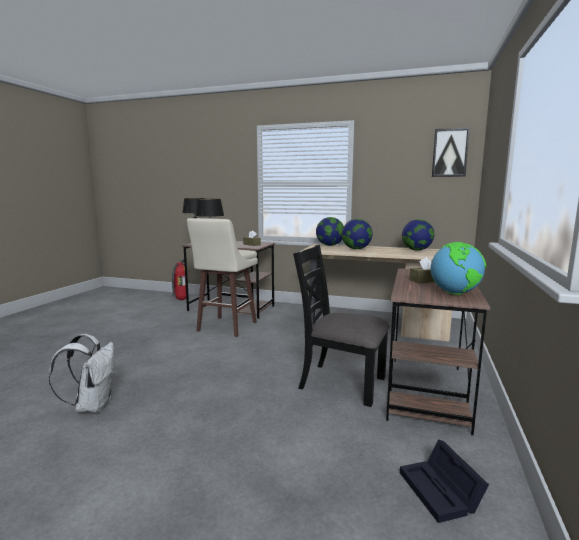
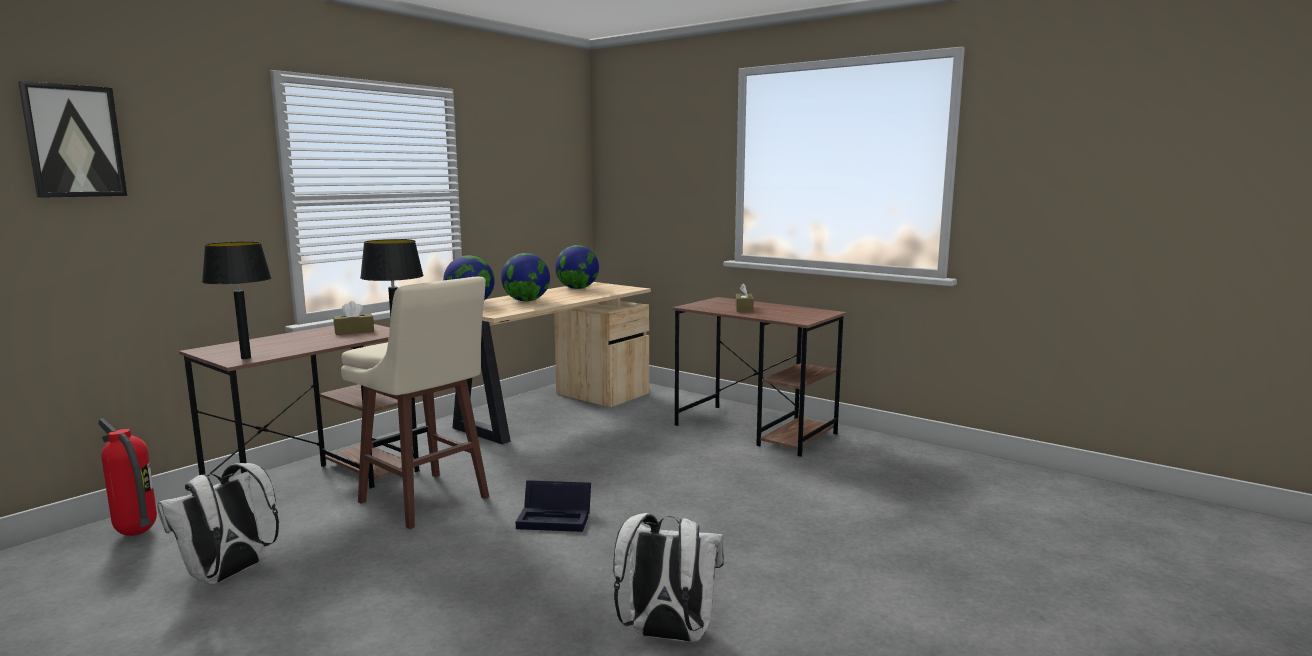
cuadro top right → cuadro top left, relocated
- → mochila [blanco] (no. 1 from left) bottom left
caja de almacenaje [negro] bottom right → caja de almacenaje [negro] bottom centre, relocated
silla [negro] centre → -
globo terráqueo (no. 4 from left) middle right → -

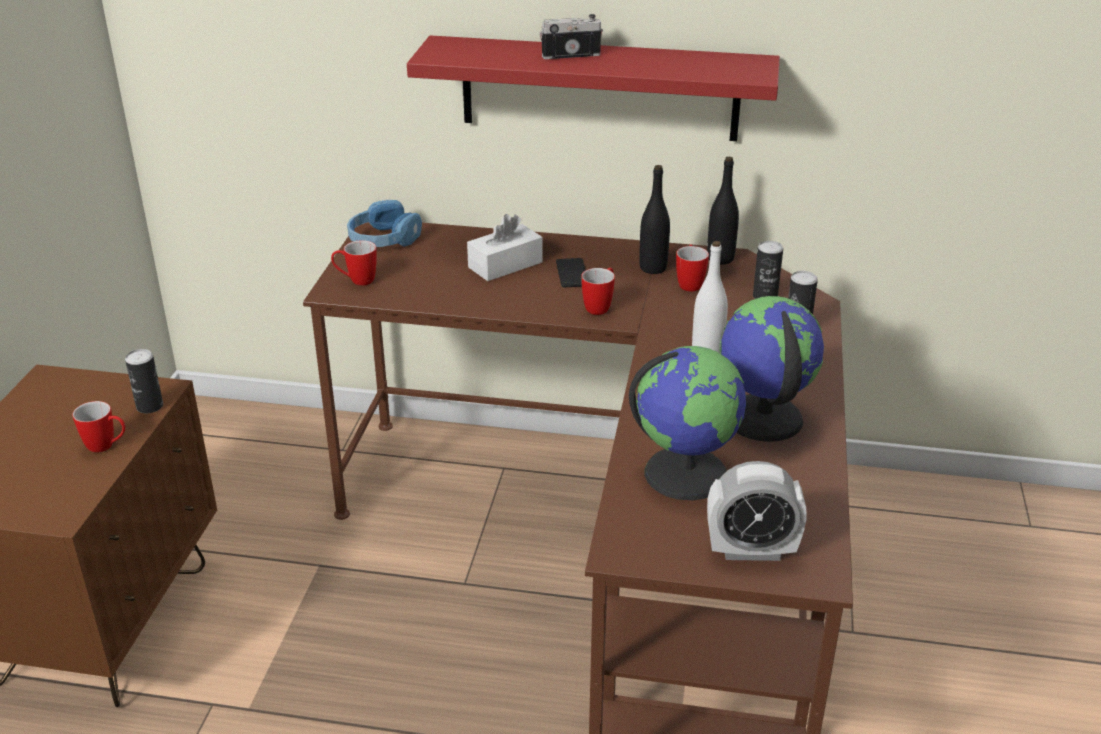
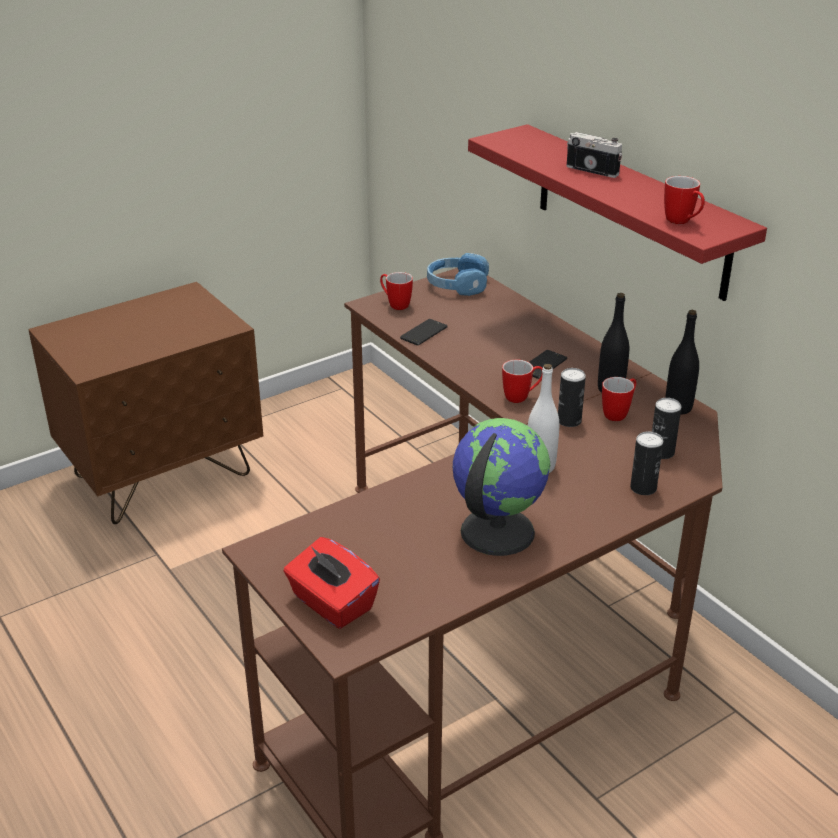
despertador bottom right → caja de pañuelos [rojo] bottom centre
- → móvil (no. 1 from left) centre
lata (no. 1 from left) middle left → lata (no. 1 from left) middle right, relocated
taza grande (no. 1 from left in the first image) middle left → taza grande (no. 4 from left) top right, relocated
caja de pañuelos [blanco] centre → -
globo terráqueo (no. 1 from left) centre → -

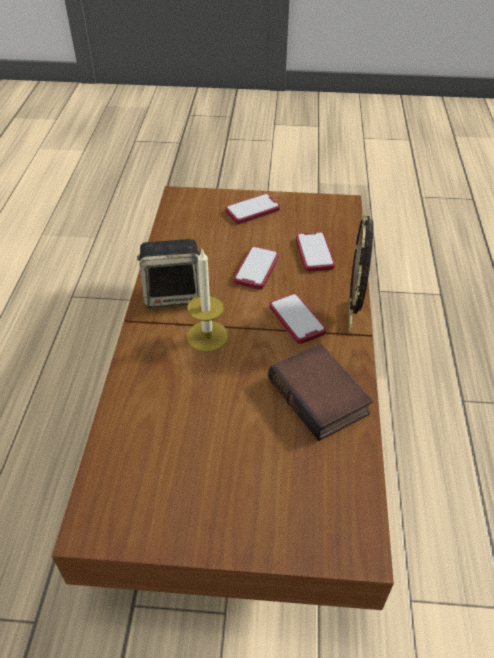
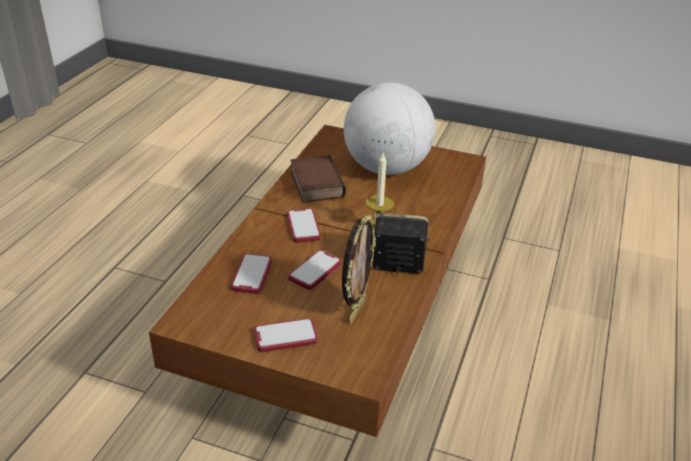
portarretratos middle right → portarretratos centre, relocated
- → globo terráqueo top centre

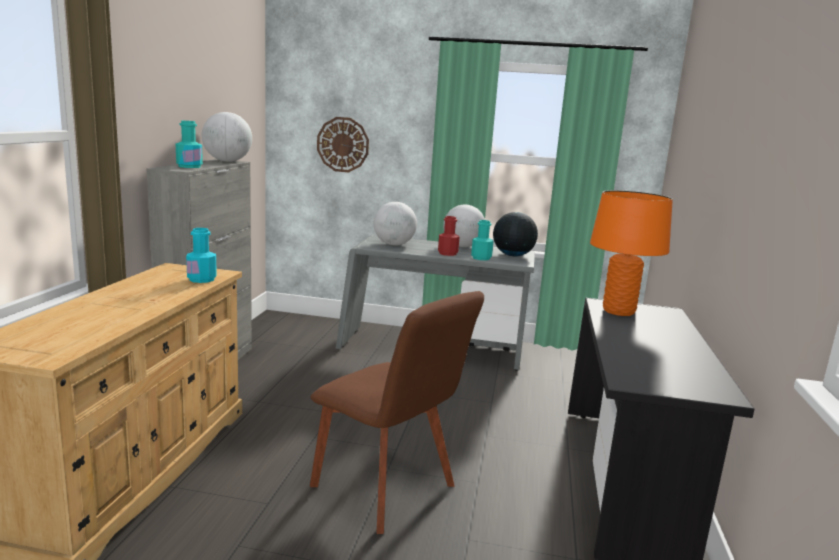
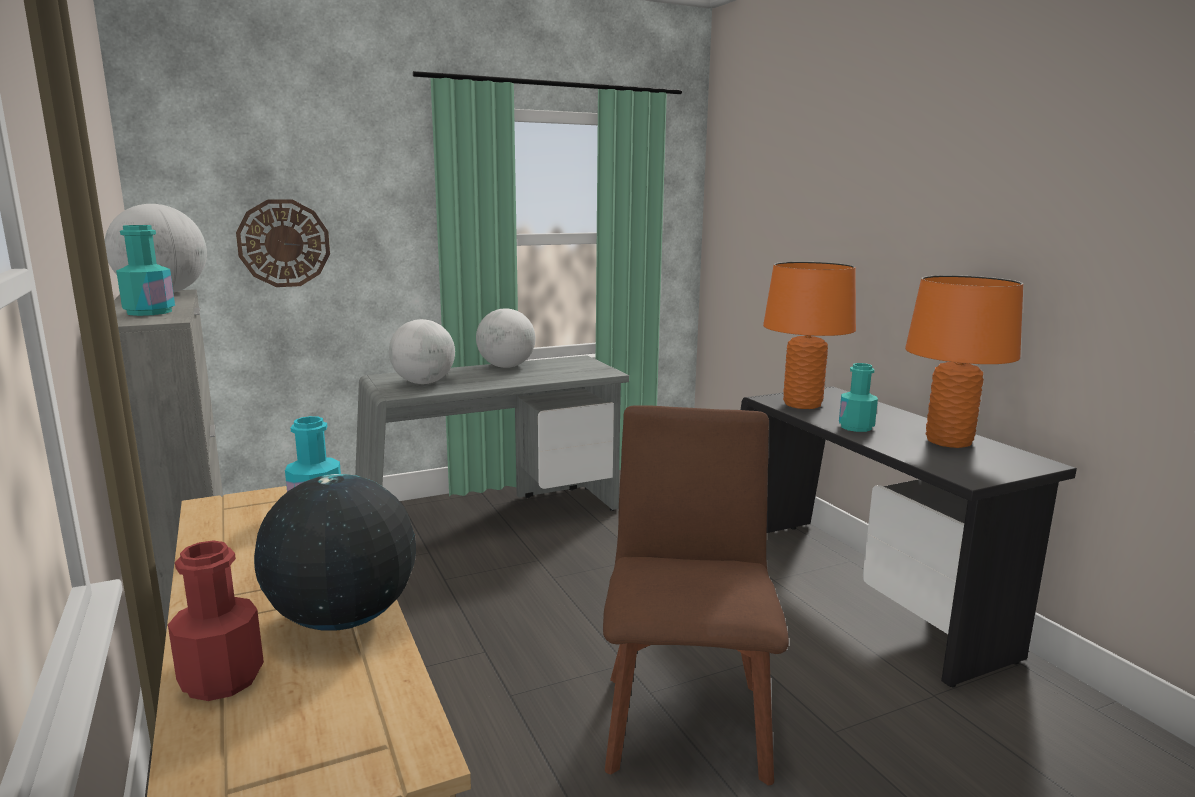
botella [rojo] centre → botella [rojo] bottom left, relocated
globo terráqueo (no. 4 from left in the first image) centre → globo terráqueo (no. 2 from left) bottom left, relocated
silla [marrón] bottom centre, 90 degrees counterclockwise
botella [turquesa] (no. 3 from left) centre → botella [turquesa] (no. 3 from left) middle right, relocated
- → lámpara de mesa [naranja] (no. 2 from left) middle right

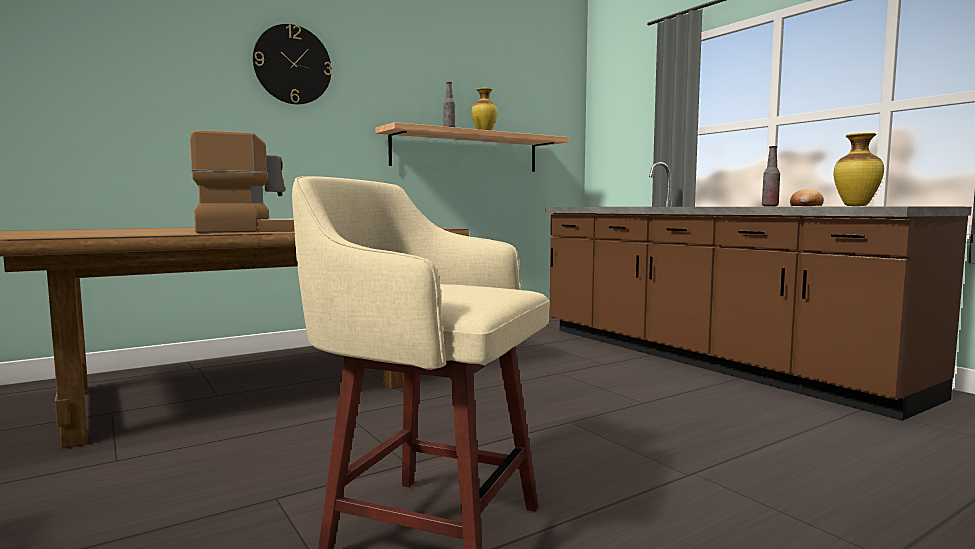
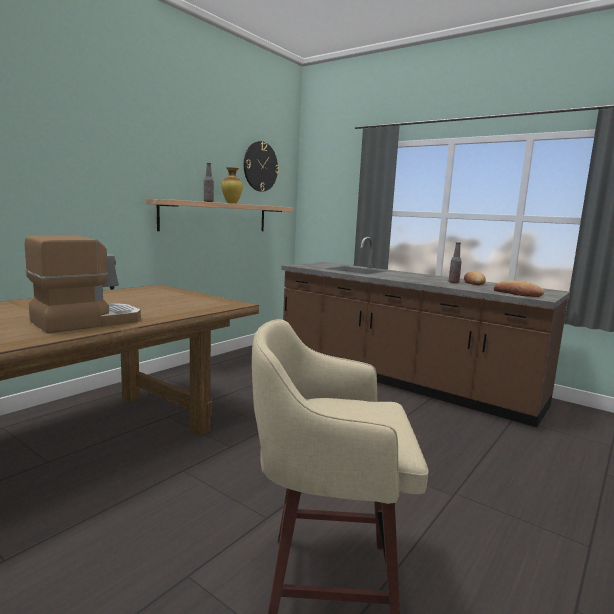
reloj de pared top left → reloj de pared top centre, relocated
florero (no. 2 from left) top right → pan (no. 2 from left) middle right

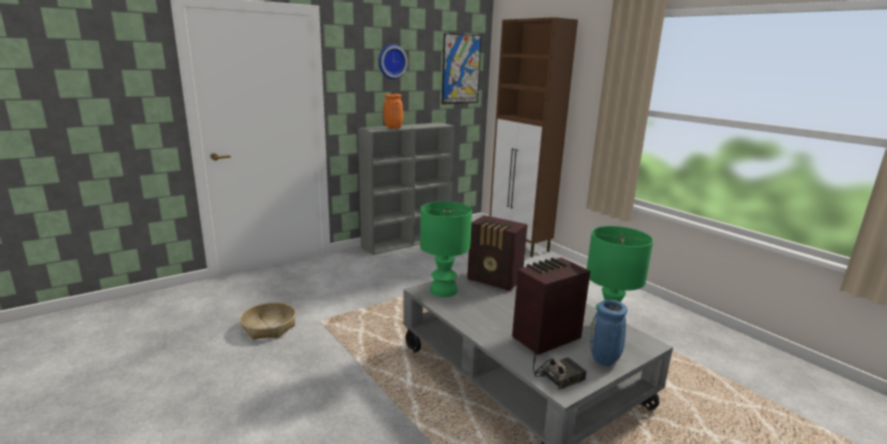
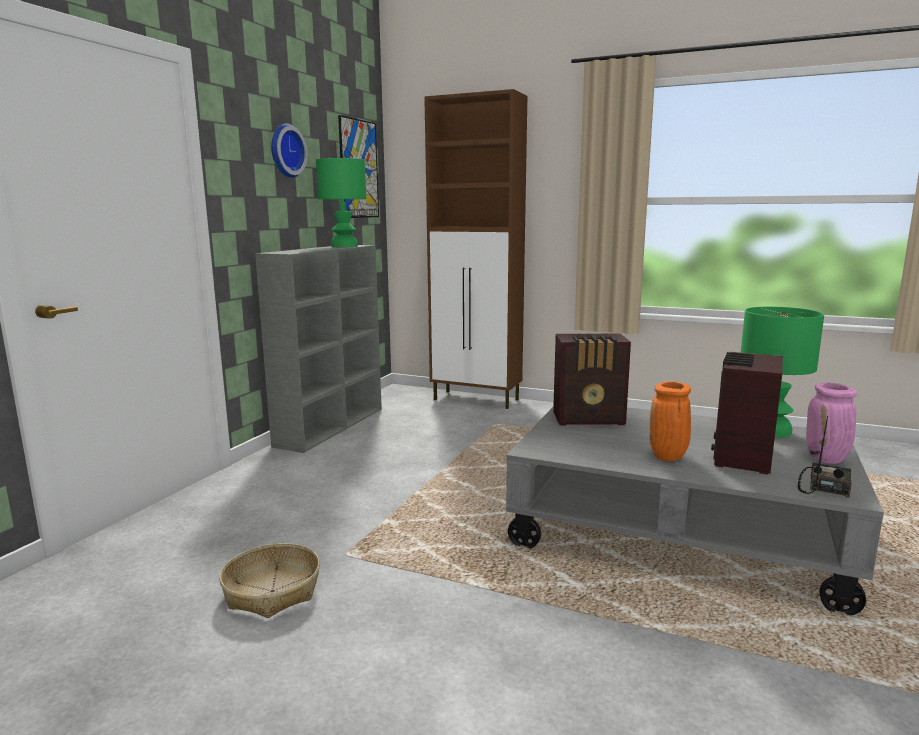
lámpara de mesa [verde] (no. 1 from left) centre → lámpara de mesa [verde] (no. 1 from left) top centre, relocated
florero [naranja] top centre → florero [naranja] middle right, relocated
florero [azul] bottom right → florero [rosa] middle right

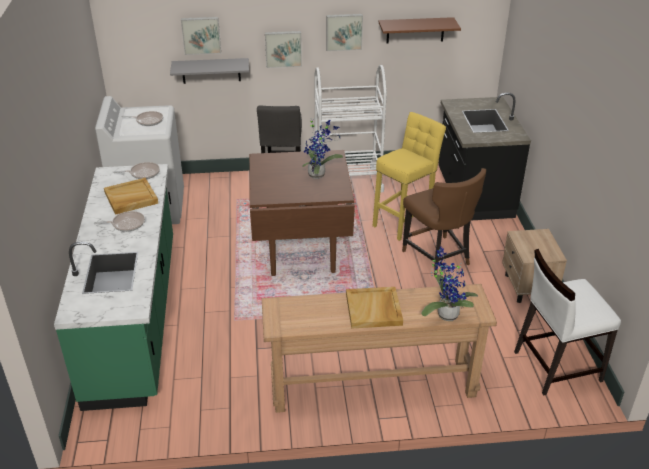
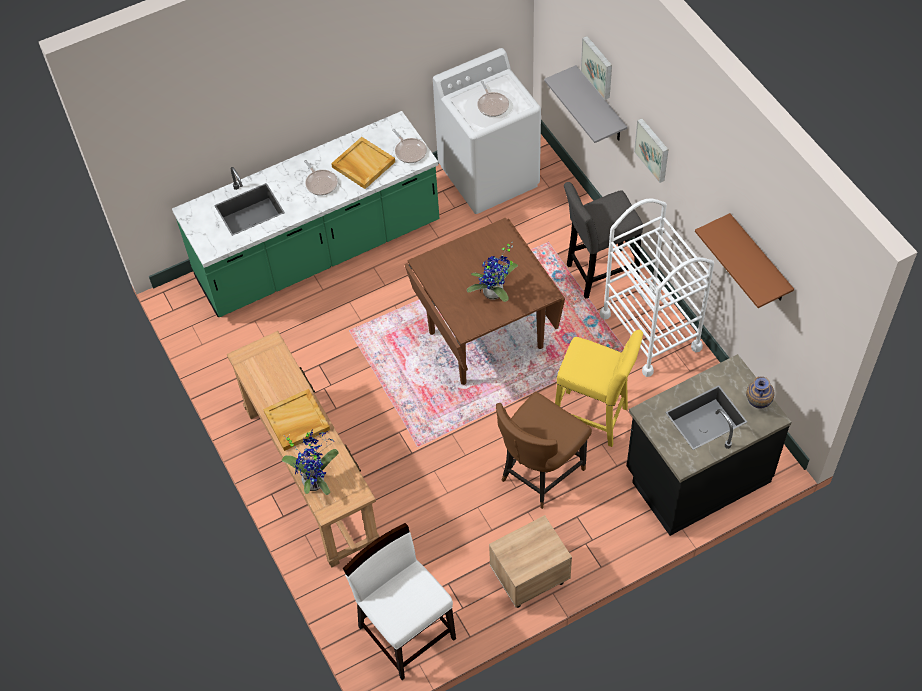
- → florero middle right
cuadro (no. 3 from left) top centre → -

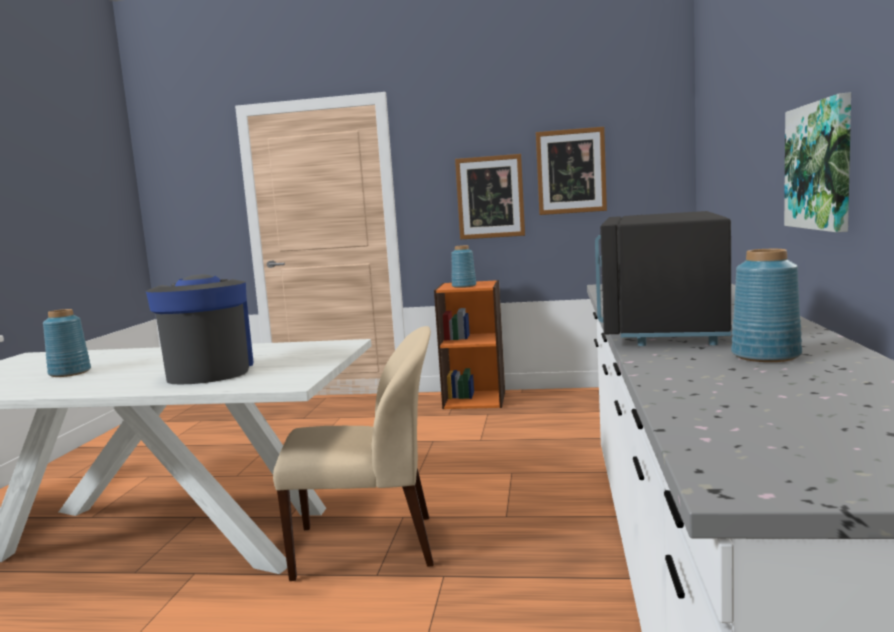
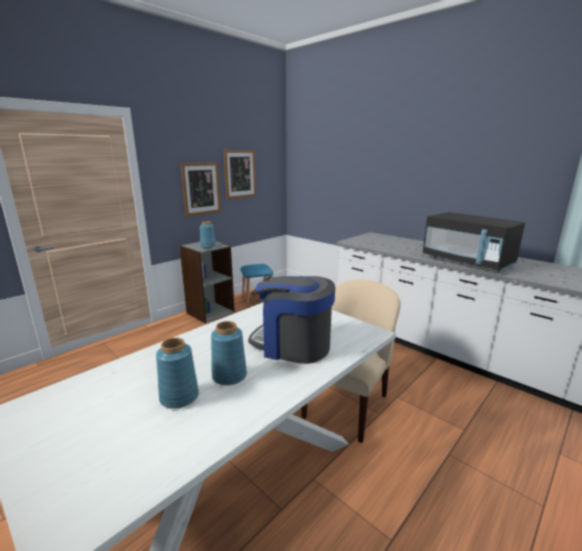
estantería [naranja] centre → estantería [gris] centre
florero [azul] (no. 3 from left) middle right → florero [azul] (no. 3 from left) centre, relocated
- → taburete [azul] centre
cuadro (no. 3 from left) top right → -

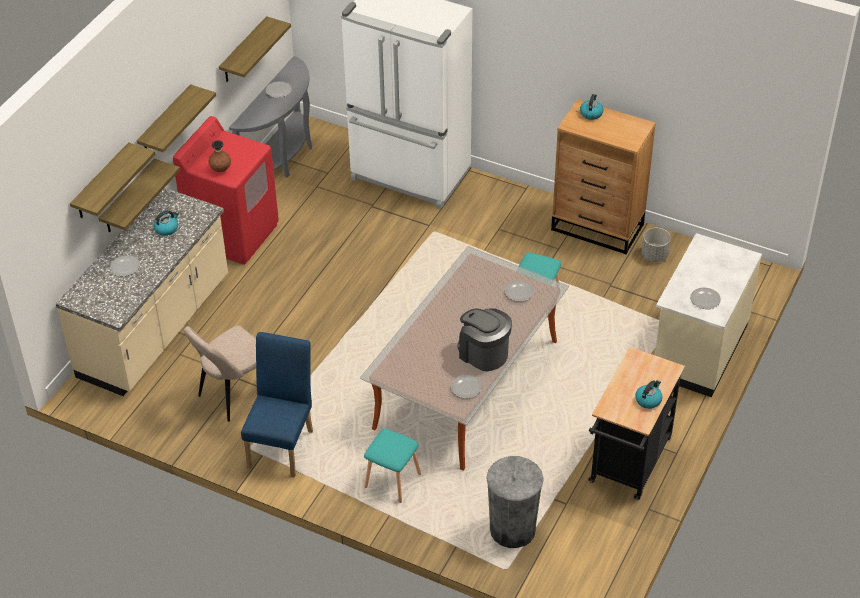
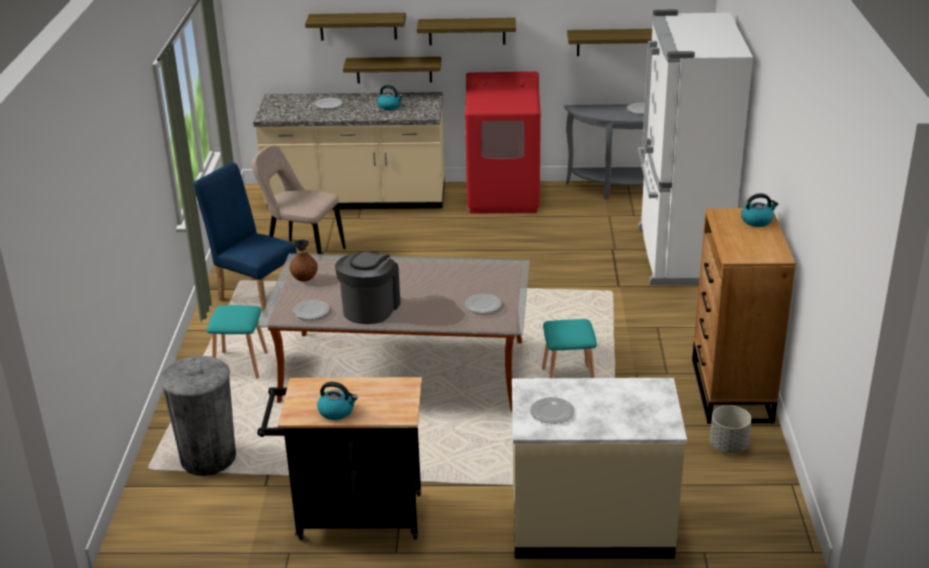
silla [azul] bottom left → silla [azul] middle left, 135 degrees counterclockwise
florero [marrón] top left → florero [marrón] middle left, relocated

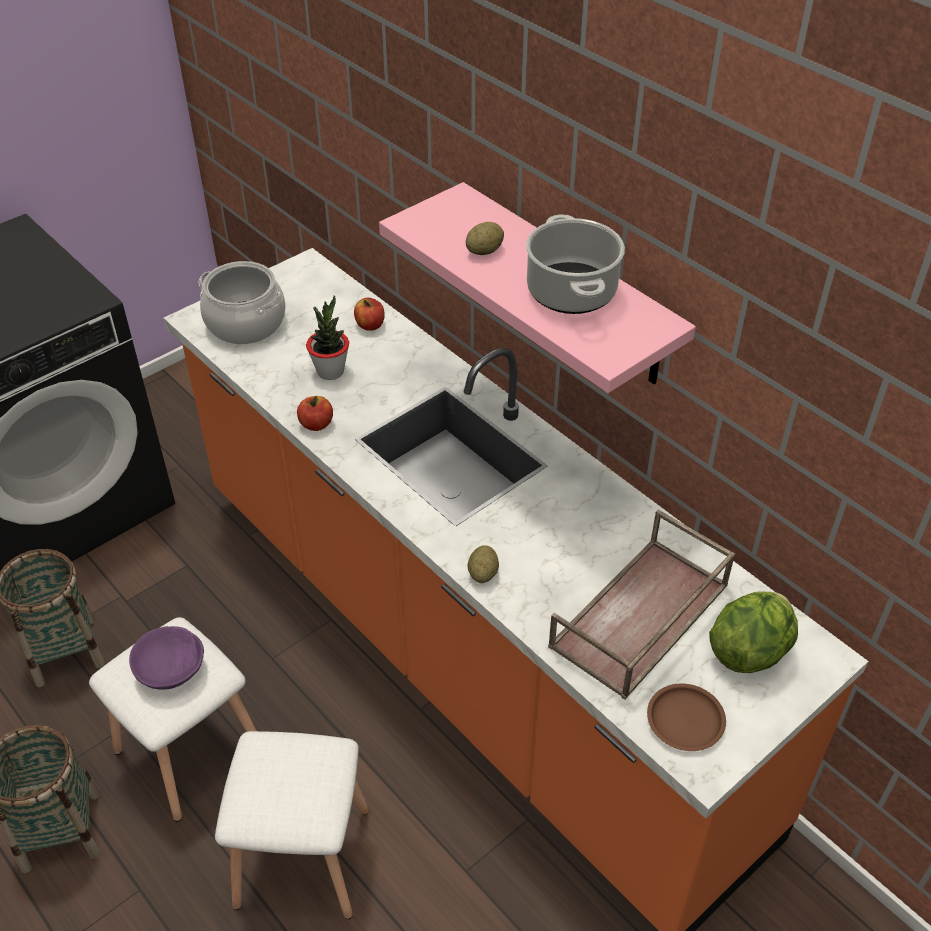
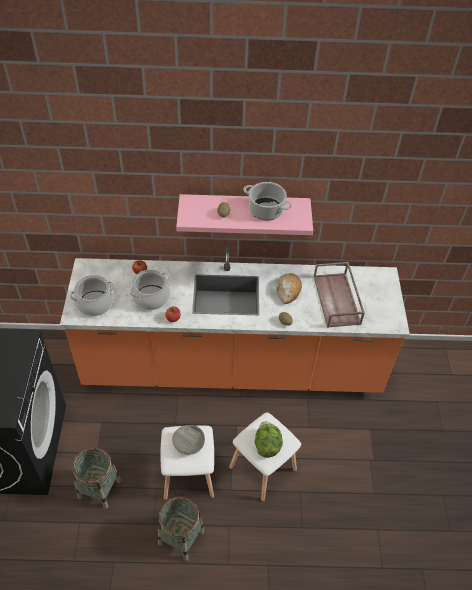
planta en maceta centre → olla (no. 2 from left) middle left
cuenco [morado] bottom left → cuenco [gris] bottom centre
lechuga bottom right → lechuga bottom centre, relocated
- → pan centre
plato [marrón] bottom right → -

